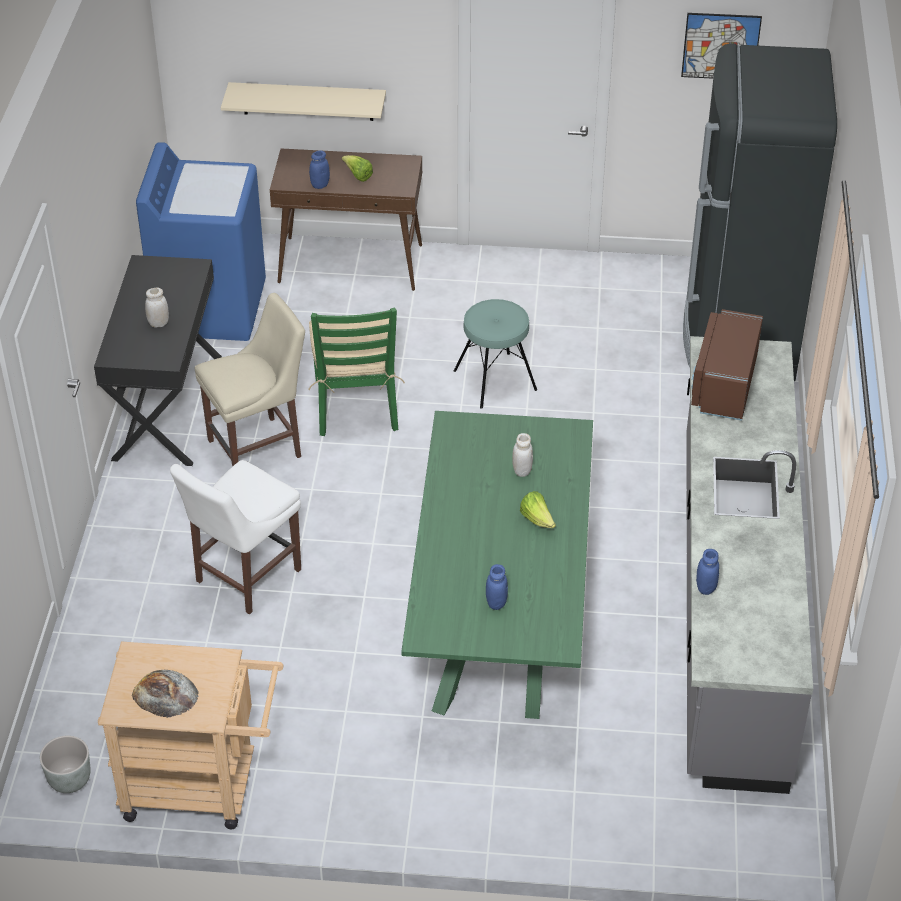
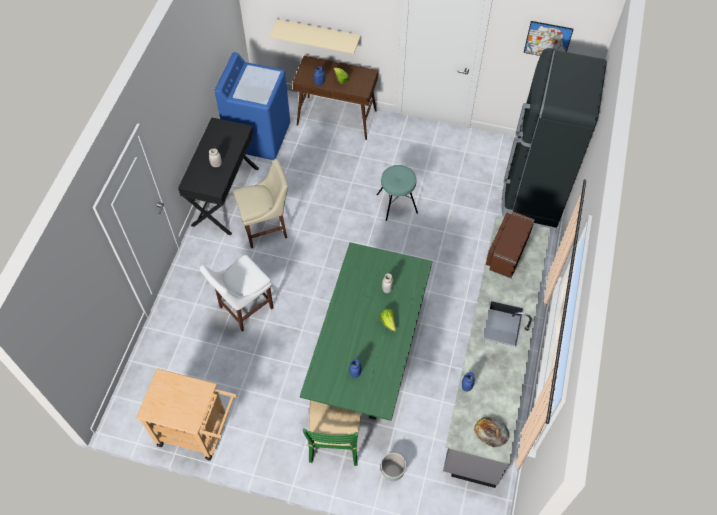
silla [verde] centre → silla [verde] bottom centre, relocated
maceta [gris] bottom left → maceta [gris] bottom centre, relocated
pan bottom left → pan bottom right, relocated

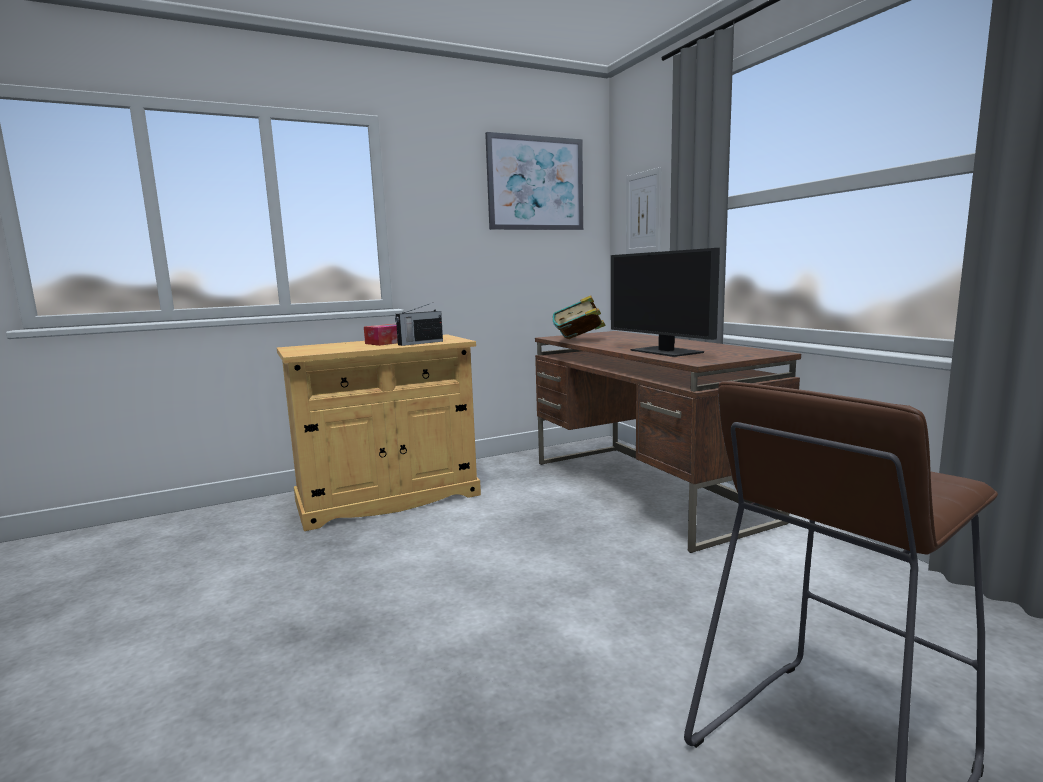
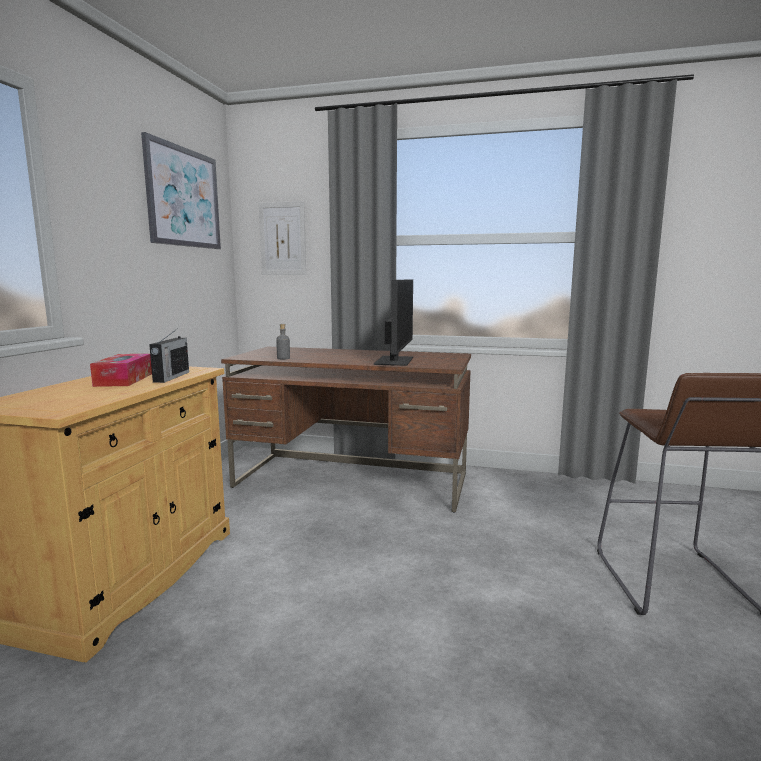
libro centre → botella [gris] centre
monitor centre, 90 degrees counterclockwise

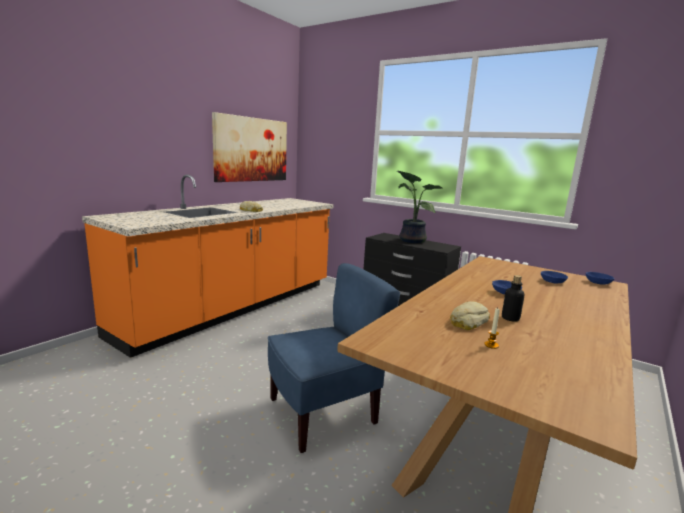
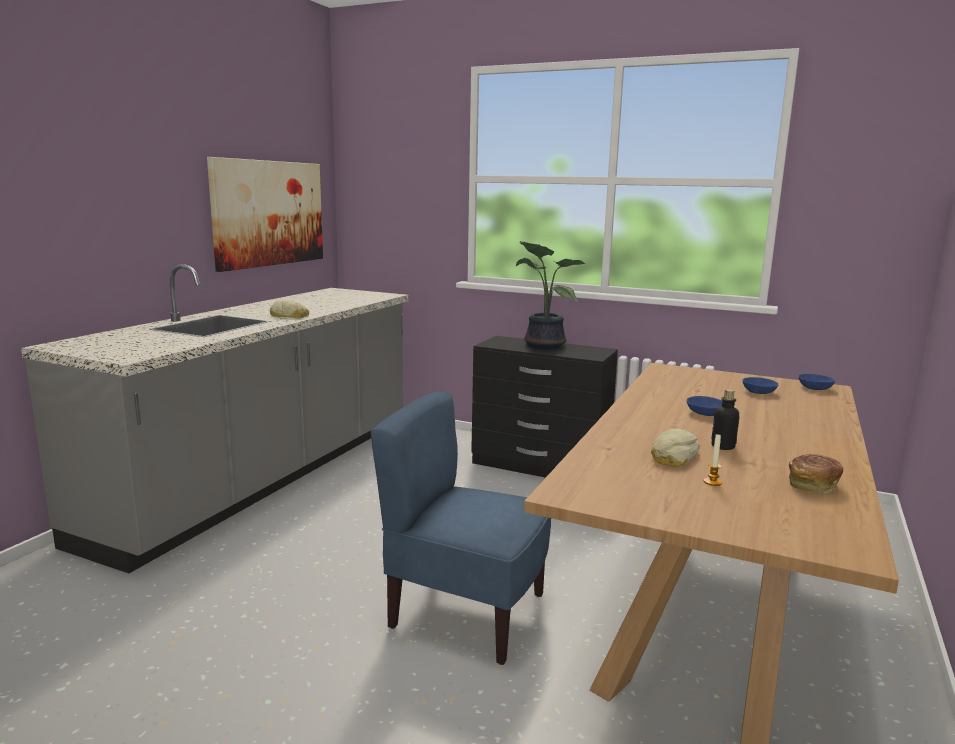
mueble bajo de cocina [naranja] middle left → mueble bajo de cocina [gris] middle left
silla [azul] bottom centre, 120 degrees counterclockwise
- → pan (no. 3 from left) middle right

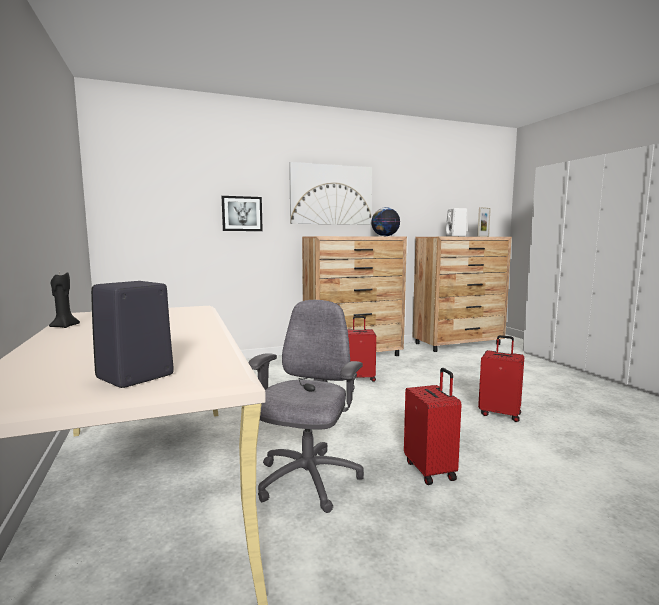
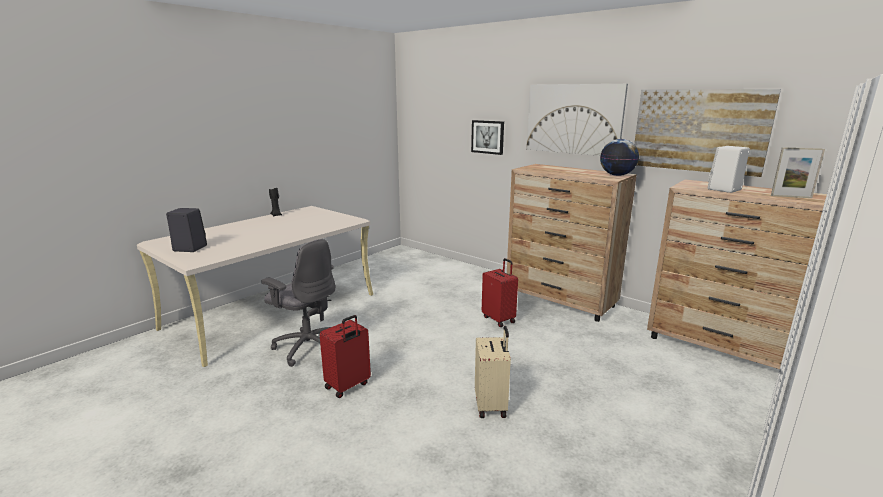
silla de oficina [gris] bottom centre → silla de oficina [gris] centre, 45 degrees clockwise
maleta [rojo] (no. 3 from left) middle right → maleta [beis] bottom centre
- → cuadro (no. 3 from left) top right

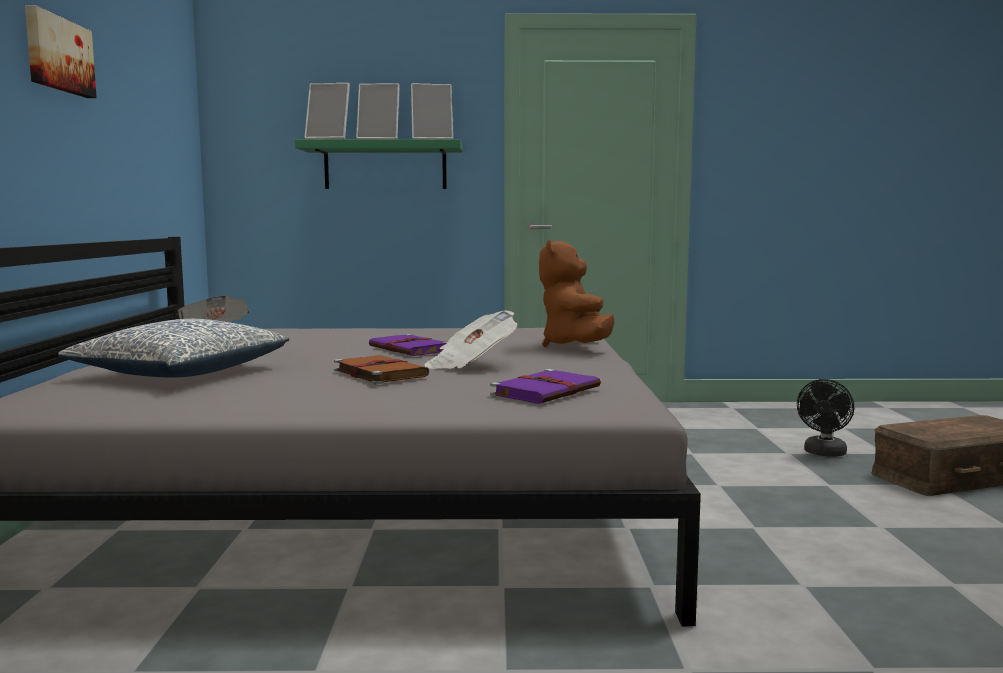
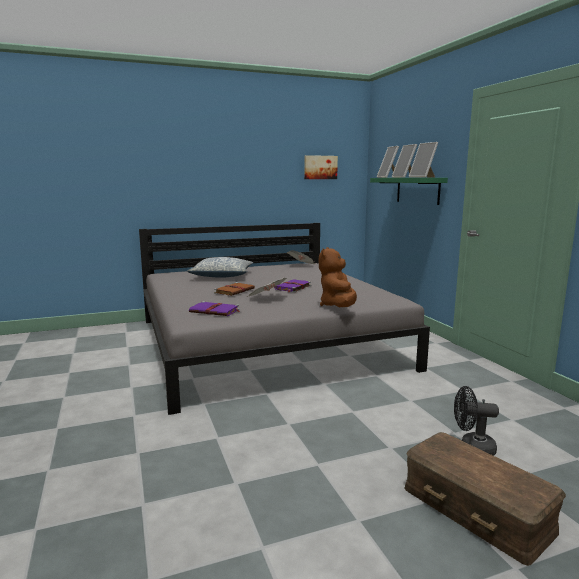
cuadro top left → cuadro top centre, relocated
peluche [marrón] centre, 60 degrees counterclockwise

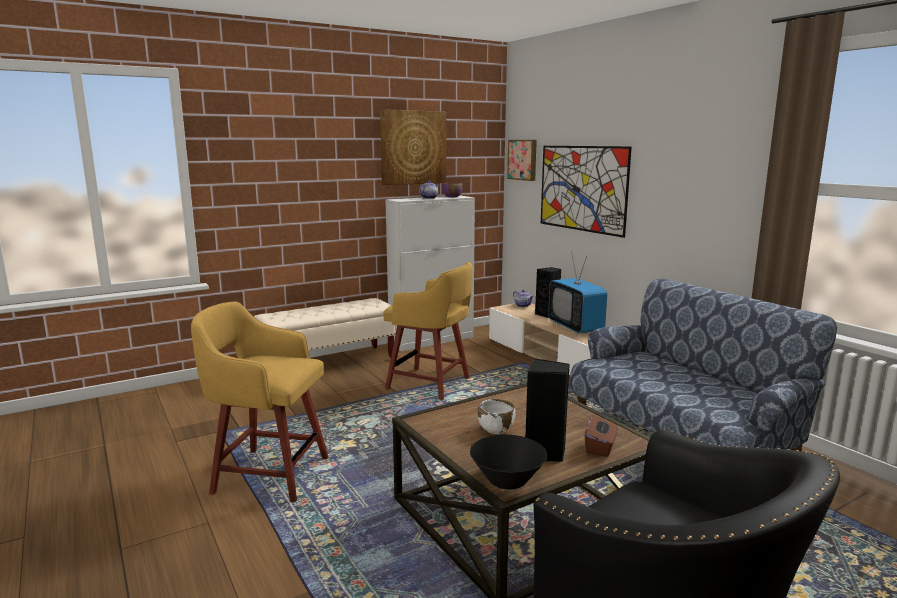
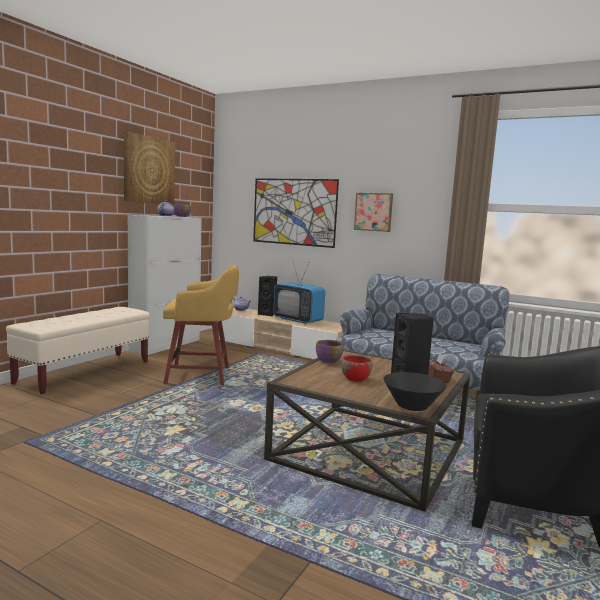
- → cuenco [morado] (no. 2 from left) centre
cuenco [blanco] bottom centre → cuenco [rojo] centre
cuadro (no. 2 from left in the first image) top centre → cuadro (no. 3 from left) centre, relocated
taburete [amarillo] (no. 1 from left) bottom left → -

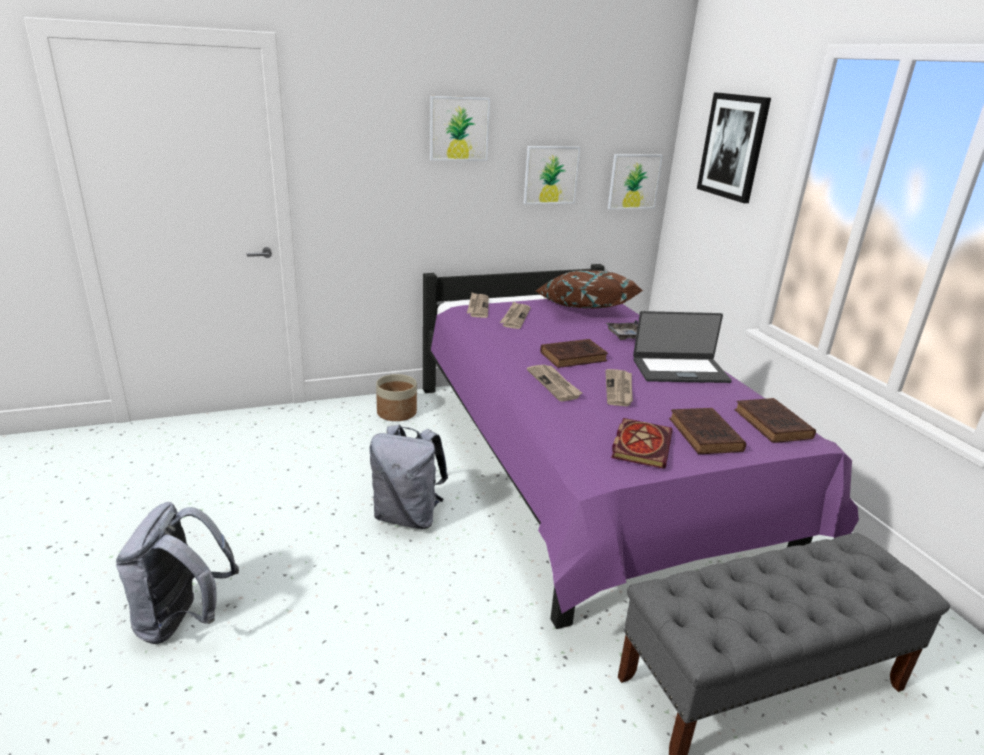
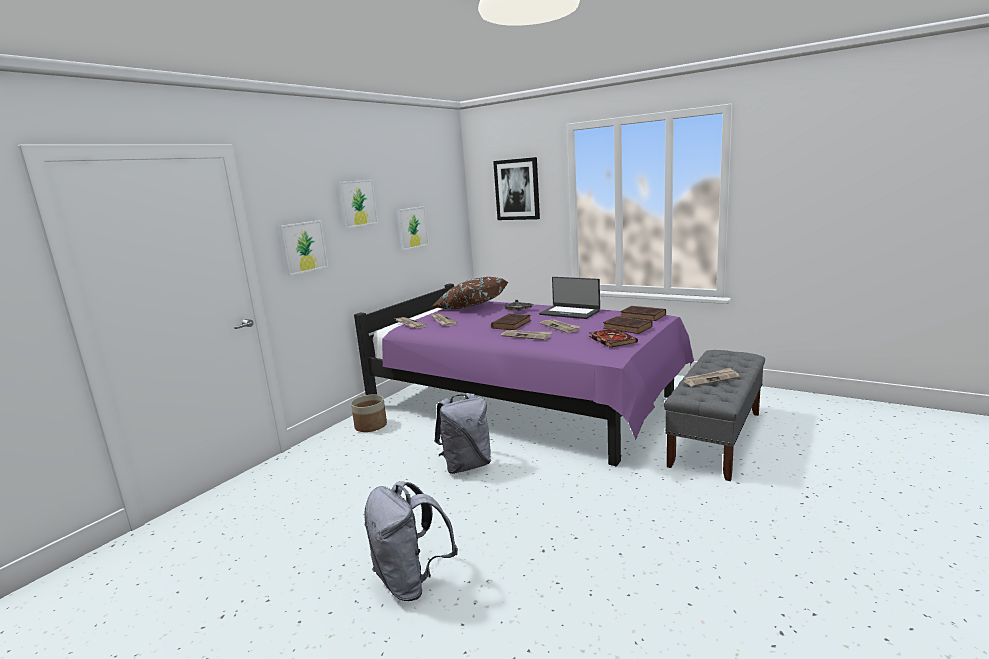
cuadro (no. 3 from left in the first image) top centre → cuadro (no. 1 from left) middle left, relocated
portátil middle right → portátil centre, 75 degrees clockwise
- → periódico (no. 5 from left) middle right

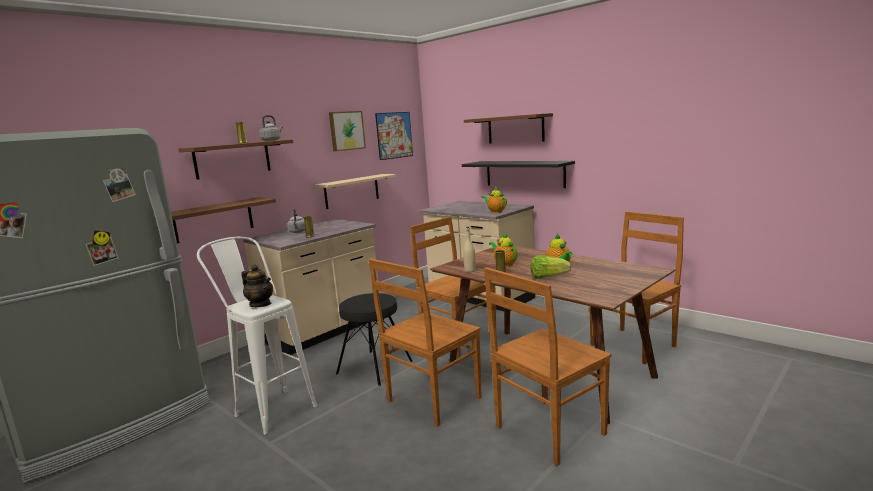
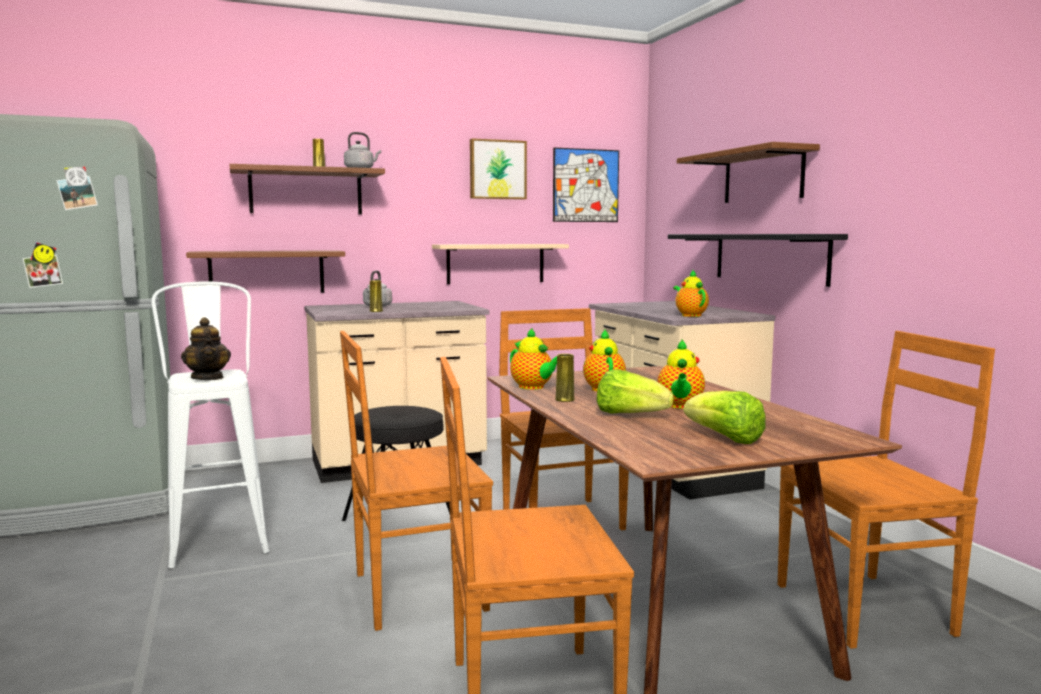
botella [beis] centre → tetera (no. 2 from left) centre
- → lechuga (no. 2 from left) middle right

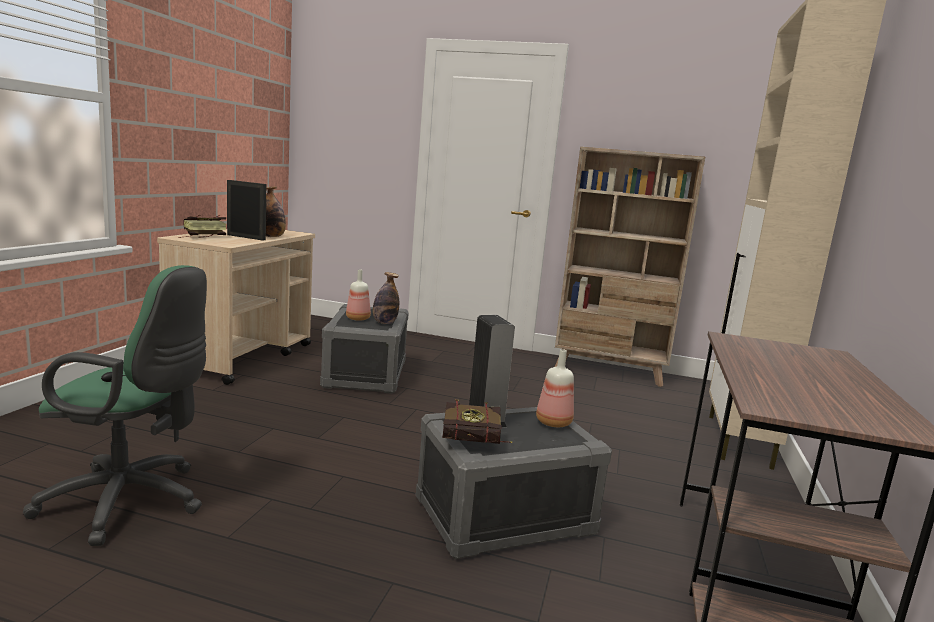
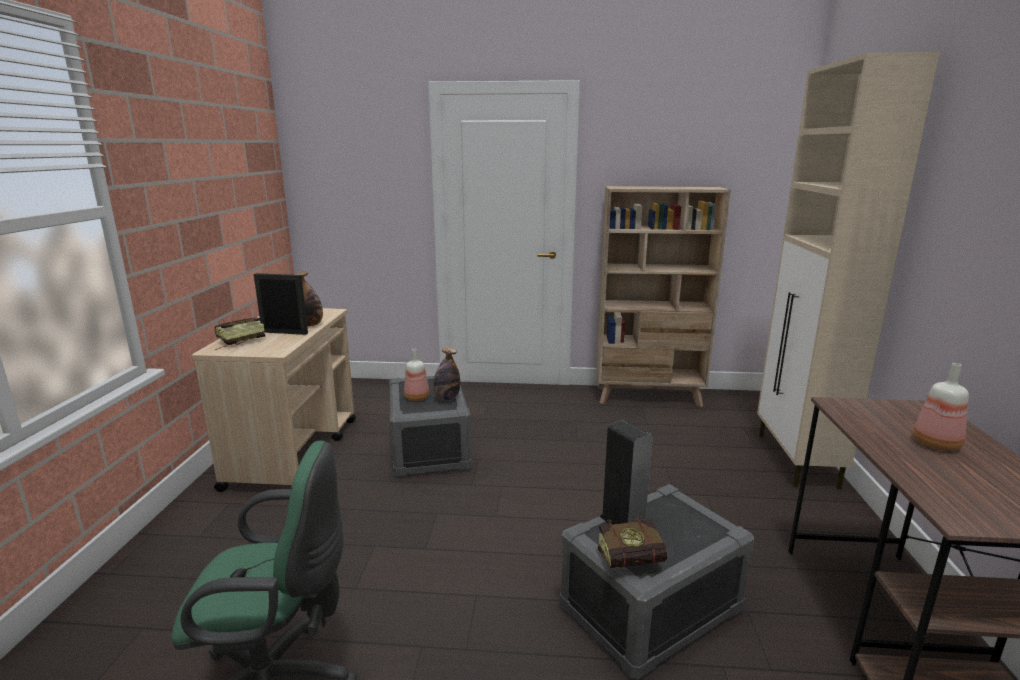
botella (no. 4 from left) centre → botella (no. 4 from left) middle right, relocated

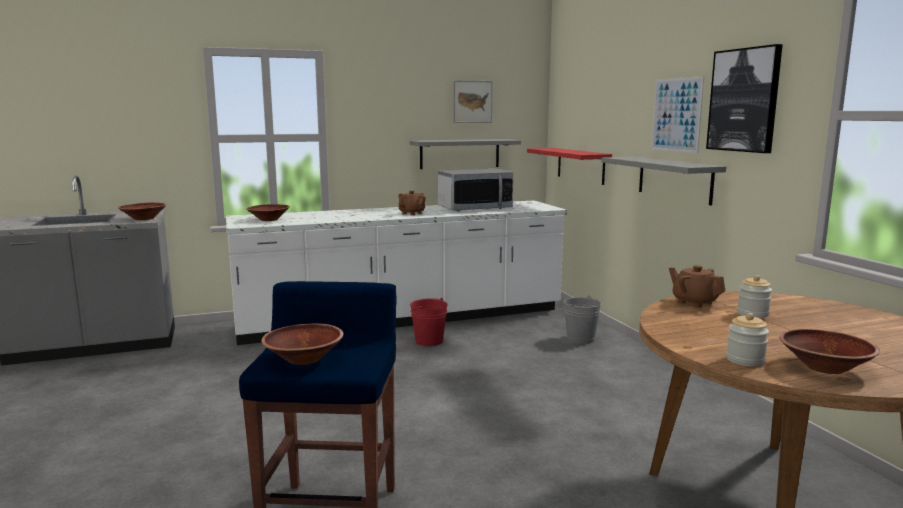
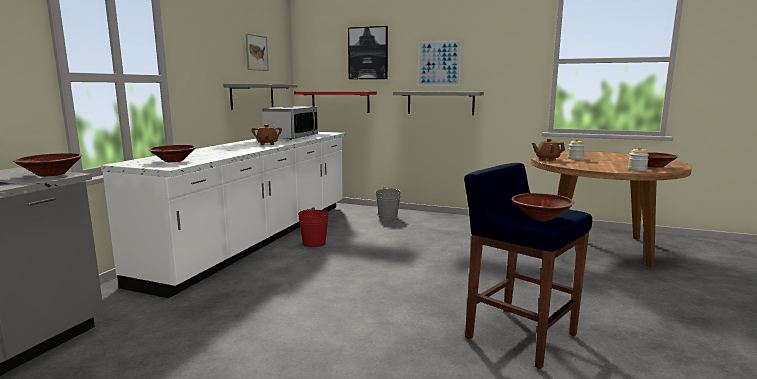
cuadro (no. 3 from left in the first image) top right → cuadro (no. 2 from left) top centre, relocated

